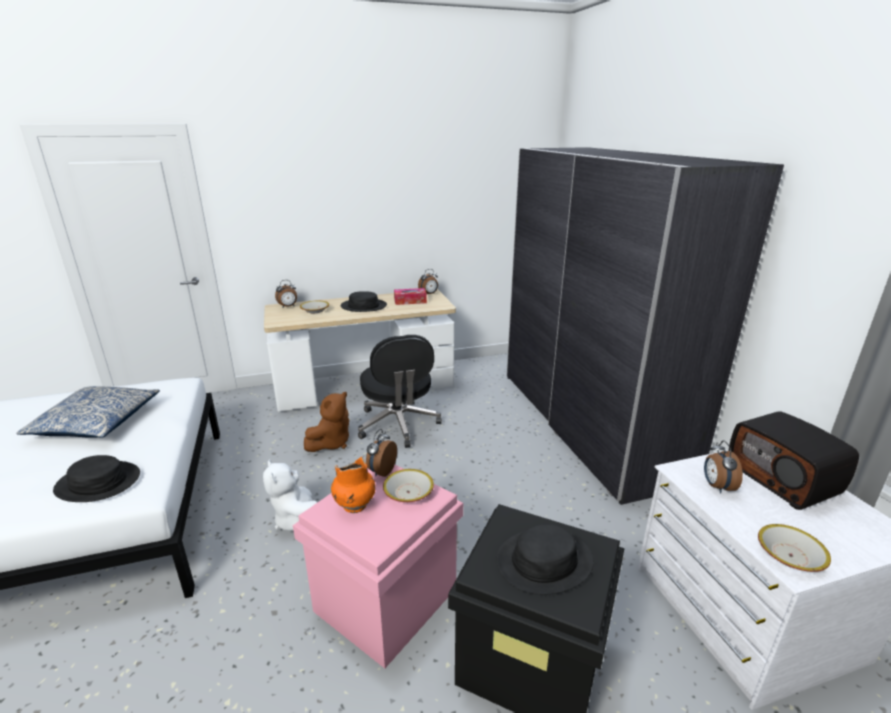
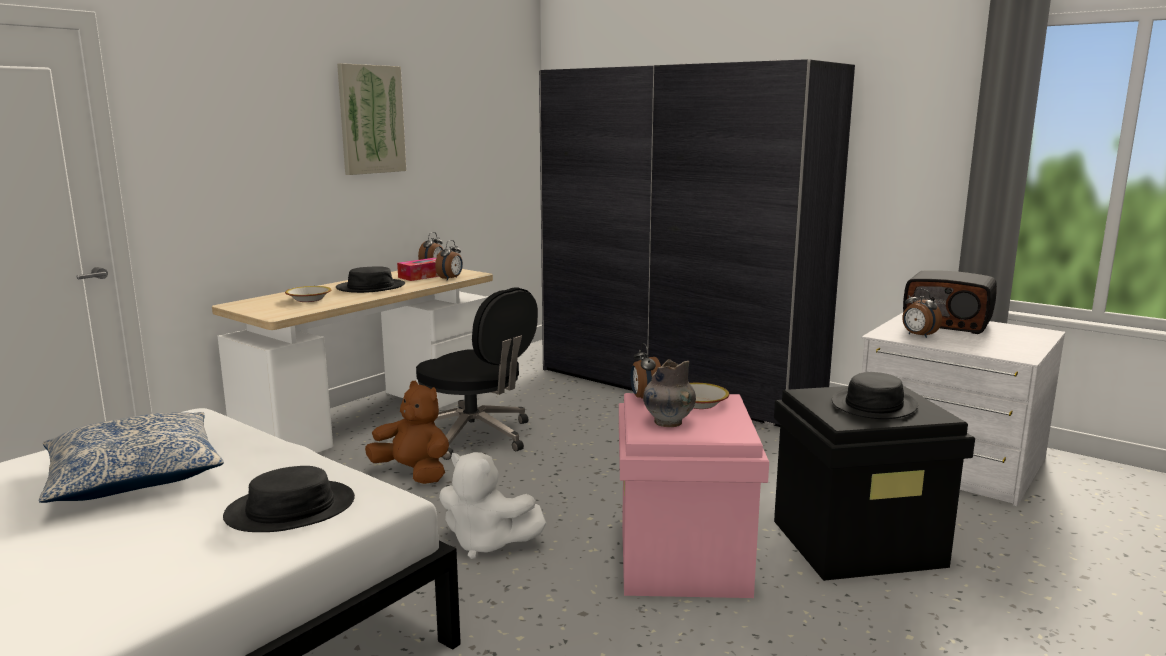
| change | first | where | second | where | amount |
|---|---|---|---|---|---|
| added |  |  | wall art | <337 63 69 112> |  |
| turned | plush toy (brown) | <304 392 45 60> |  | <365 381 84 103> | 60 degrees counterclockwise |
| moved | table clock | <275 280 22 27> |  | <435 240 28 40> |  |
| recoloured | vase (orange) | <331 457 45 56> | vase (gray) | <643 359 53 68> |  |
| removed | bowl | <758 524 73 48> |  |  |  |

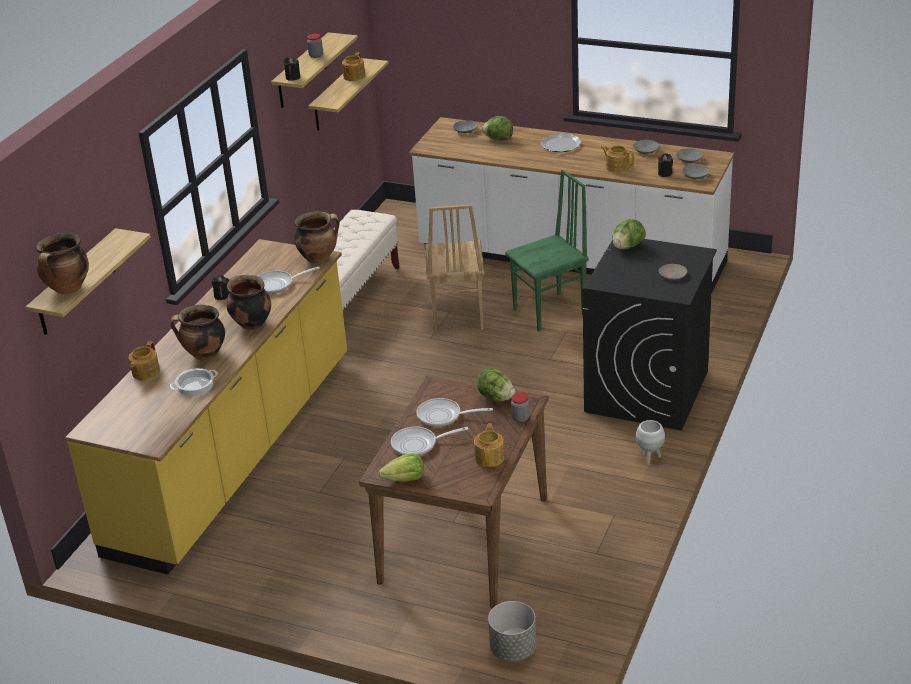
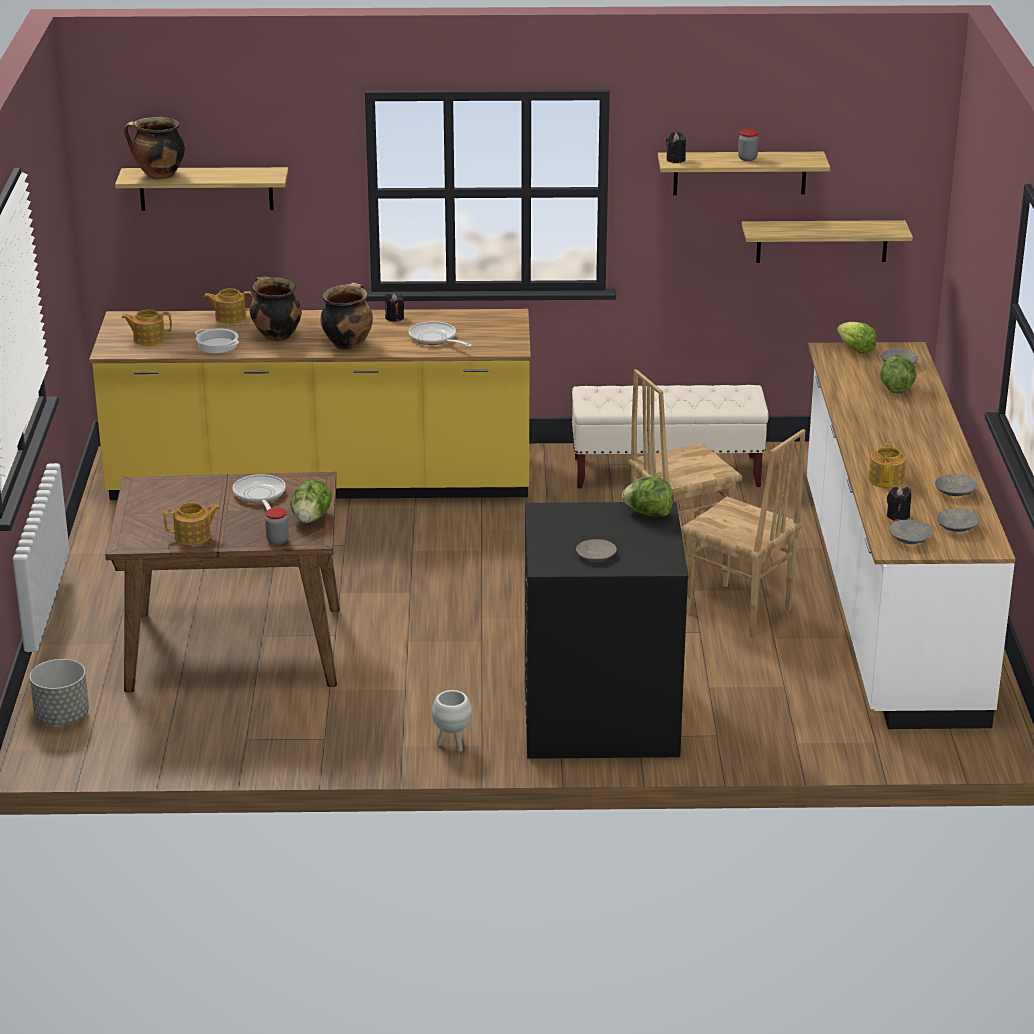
| change | first | where | second | where | amount |
|---|---|---|---|---|---|
| moved | tea pot | <342 52 23 29> |  | <122 309 50 37> |  |
| recoloured | plain chair (green) | <505 170 84 161> | plain chair (brown) | <681 429 125 209> |  |
| moved | lettuce | <378 453 46 29> |  | <837 322 39 32> |  |
| removed | saucepot | <294 211 46 53> |  |  |  |
| removed | skillet | <391 427 77 29> |  |  |  |
| removed | dinner plate | <541 133 41 19> |  |  |  |

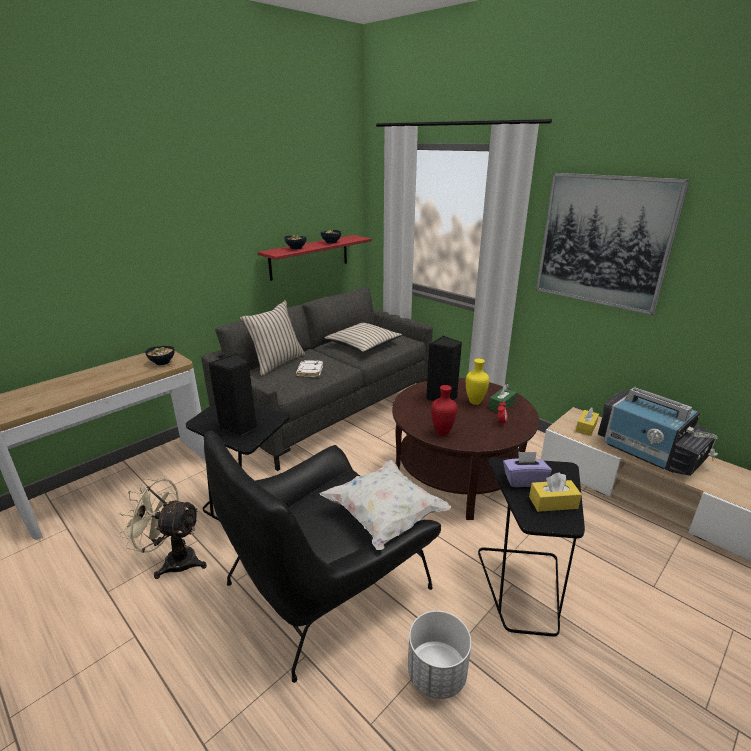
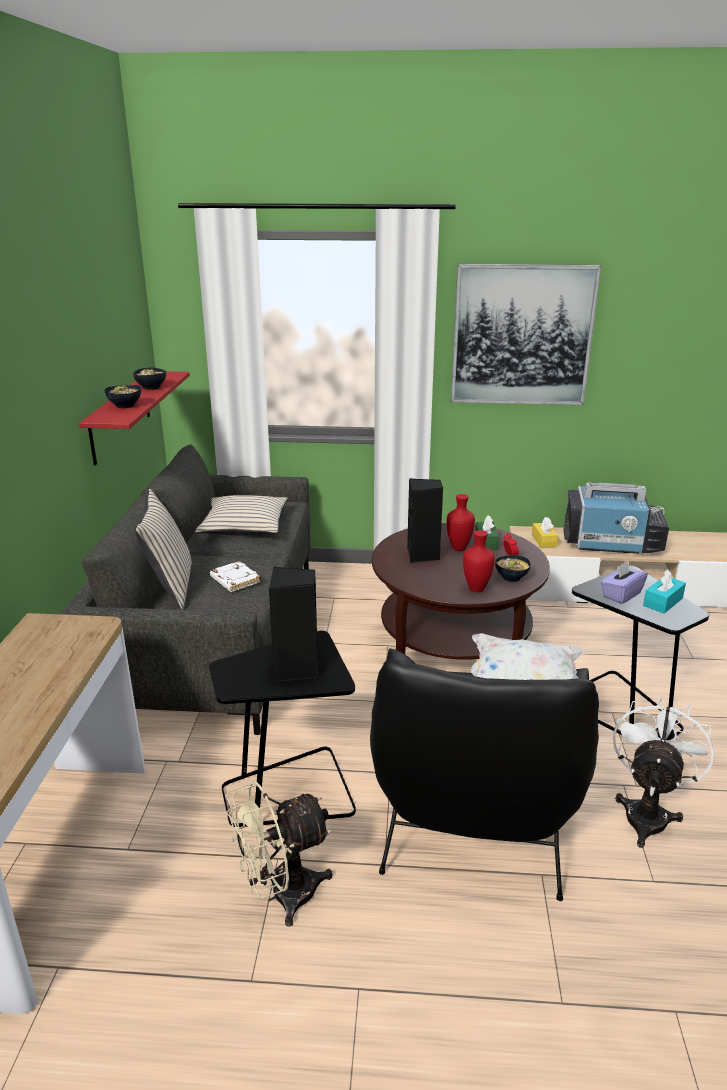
| change | first | where | second | where | amount |
|---|---|---|---|---|---|
| recoloured | vase (yellowish) | <466 359 23 46> | vase (red-coloured) | <447 494 28 57> |  |
| moved | bowl | <145 346 30 19> |  | <495 555 36 27> |  |
| replaced | flower pot (white) | <408 611 63 88> | cooling fan (white) | <613 695 101 153> |  |
| recoloured | box of tissues (yellowish) | <529 473 53 39> | box of tissues (turquoise-coloured) | <643 569 43 45> |  |

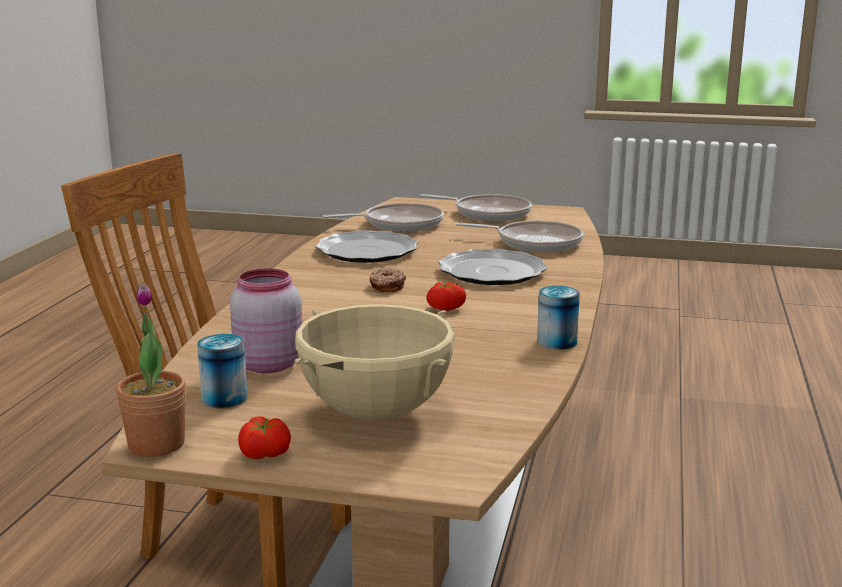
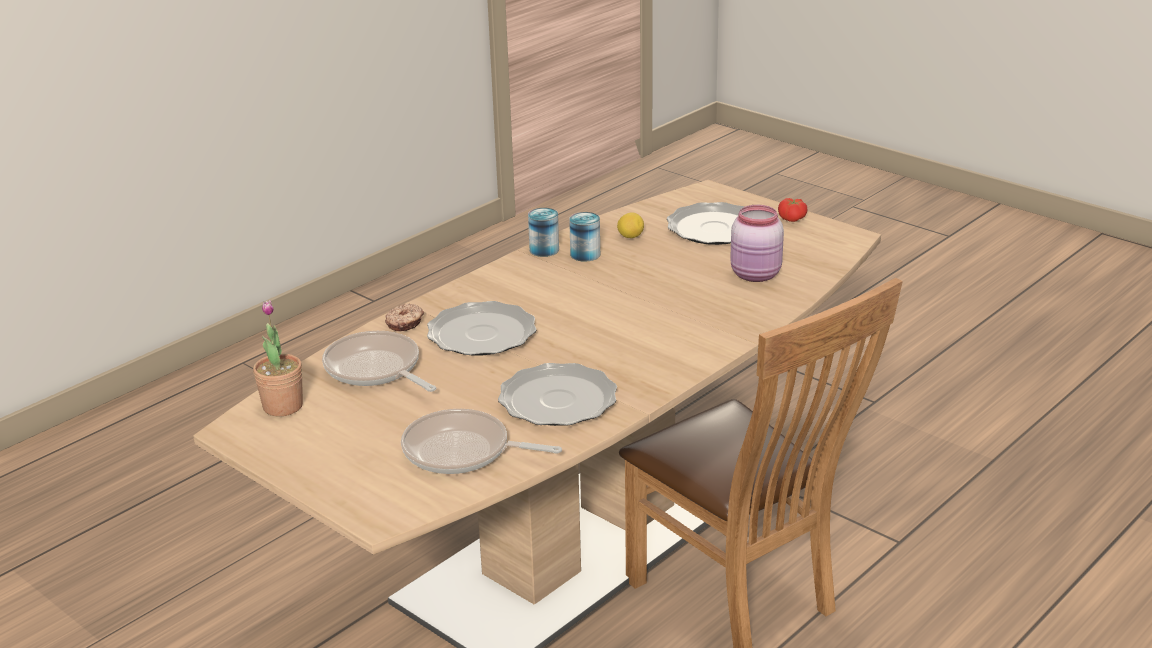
| change | first | where | second | where | amount |
|---|---|---|---|---|---|
| moved | potted plant | <116 285 70 172> |  | <253 300 50 116> |  |
| moved | ring doughnut | <369 268 37 24> |  | <385 304 39 27> |  |
| moved | sealed can | <197 334 51 74> |  | <569 212 31 50> |  |
| added |  |  | citrus fruit | <617 213 27 25> |  |
| replaced | saucepot (beige) | <294 304 161 116> | dinner plate | <667 202 78 43> |  |
| removed | skillet | <420 194 112 27> |  |  |  |
| removed | fresh tomato | <426 282 40 29> |  |  |  |

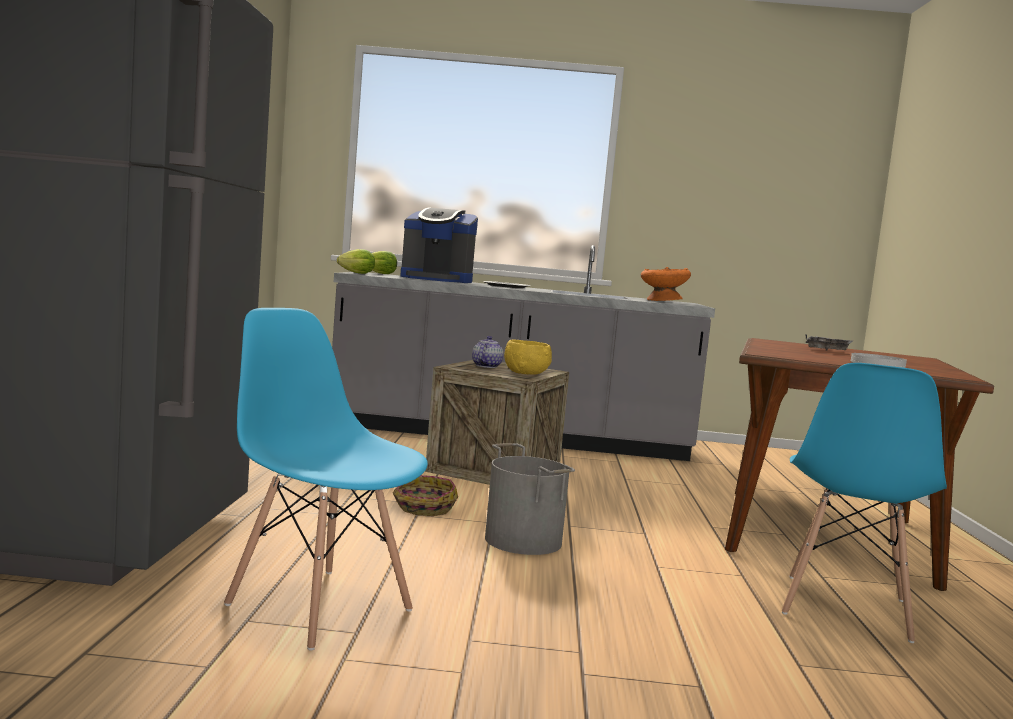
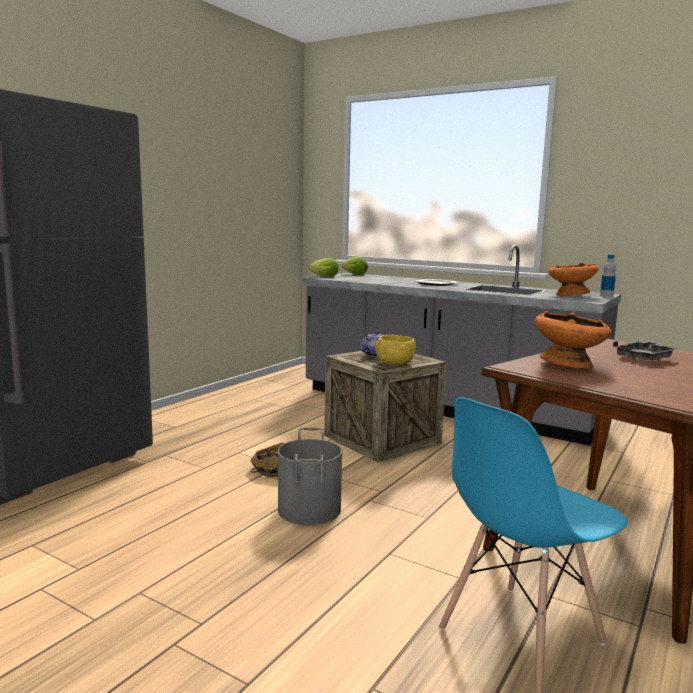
| change | first | where | second | where | amount |
|---|---|---|---|---|---|
| added |  |  | bowl (orange) | <535 311 76 58> |  |
| added |  |  | bottle | <600 255 16 42> |  |
| removed | plain chair (blue) | <224 308 204 343> |  |  |  |
| removed | coffee brewer | <400 208 78 75> |  |  |  |
| removed | dinner plate (white) | <851 353 56 15> |  |  |  |

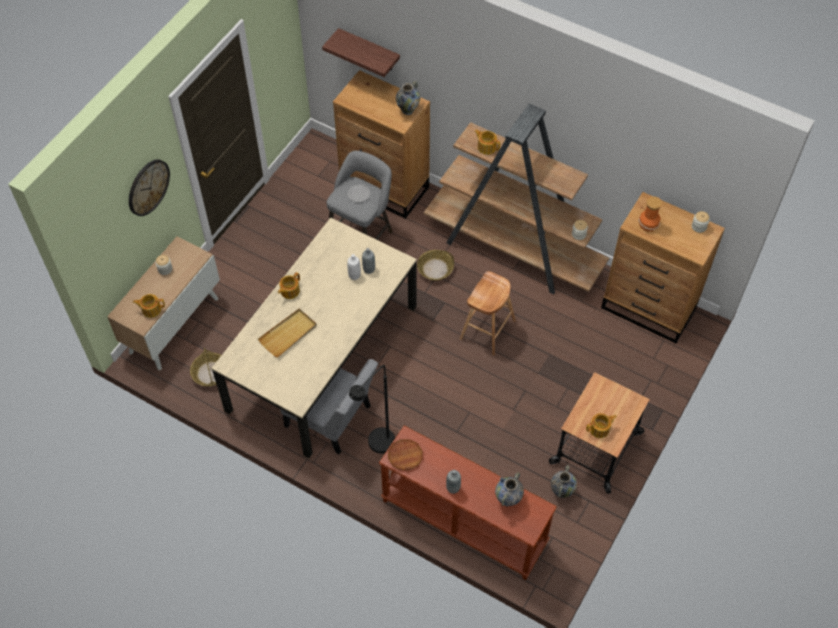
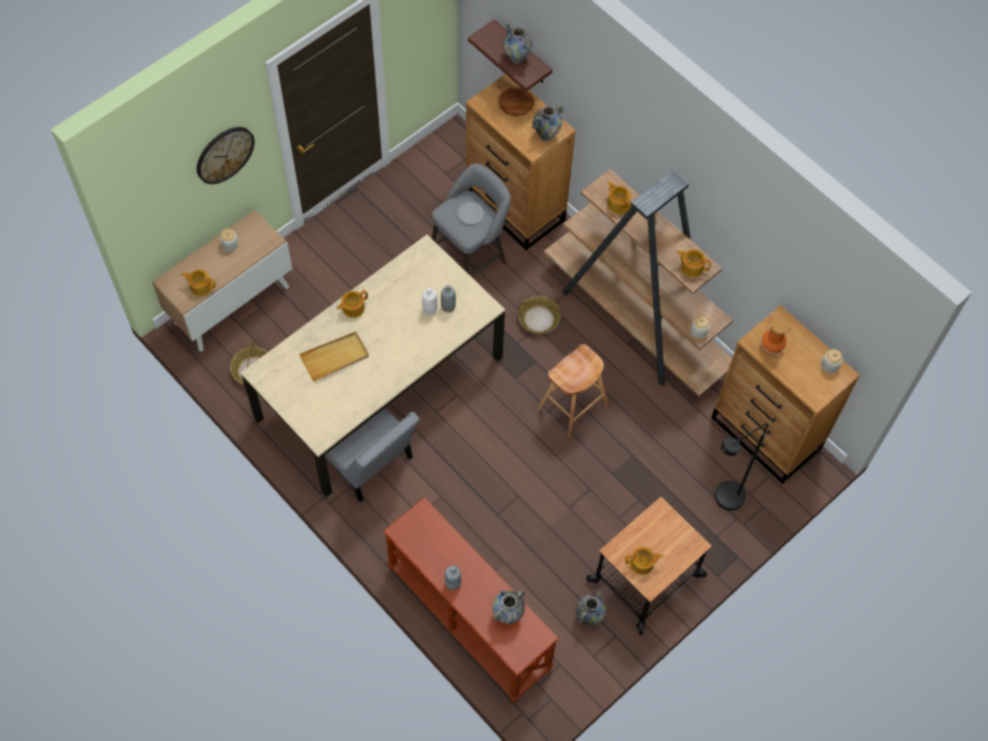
| change | first | where | second | where | amount |
|---|---|---|---|---|---|
| moved | dinner plate (brown) | <388 439 35 31> |  | <498 87 36 30> |  |
| added |  |  | vase | <503 23 29 41> |  |
| added |  |  | tea pot | <676 249 35 29> |  |
| moved | standing lamp (black-coloured) | <349 365 46 89> |  | <715 423 53 88> |  |

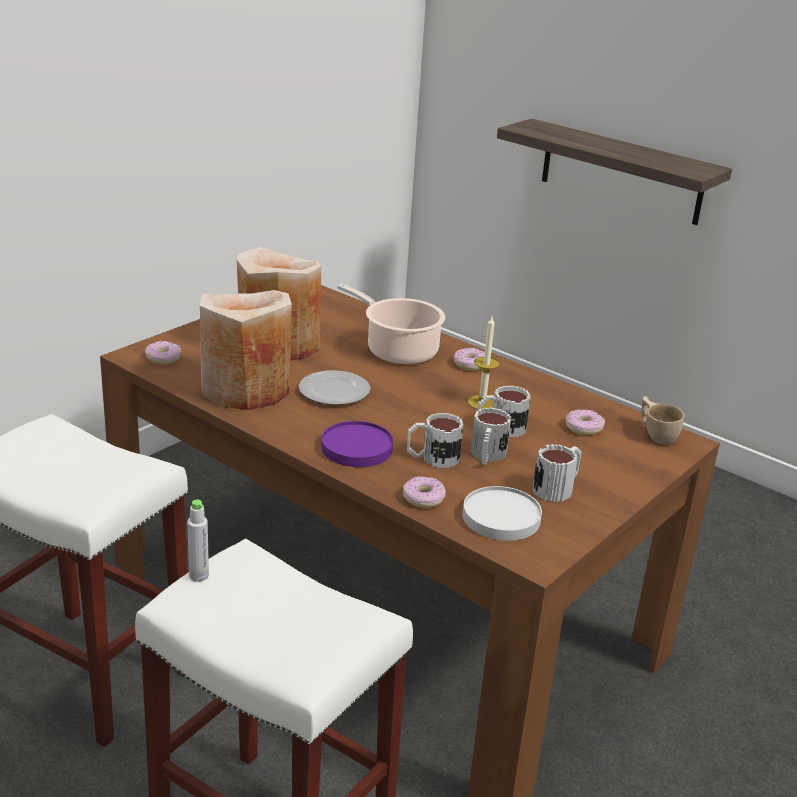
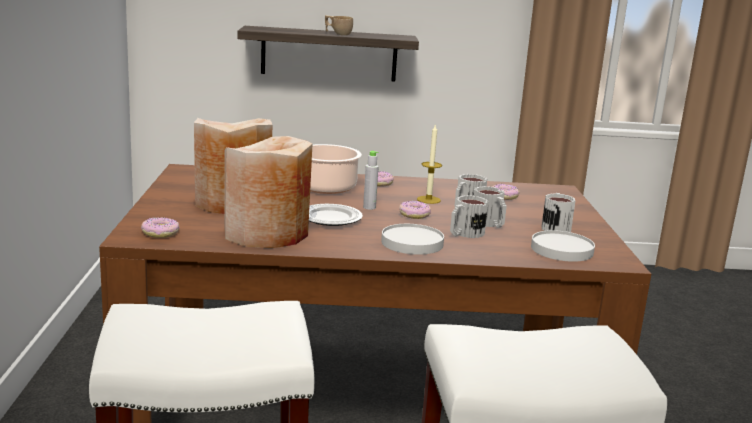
| change | first | where | second | where | amount |
|---|---|---|---|---|---|
| moved | drinking cup (beige) | <642 396 42 49> |  | <325 15 28 20> |  |
| moved | bottle (gray) | <187 499 22 83> |  | <363 151 16 59> |  |
| recoloured | dinner plate (purple-coloured) | <321 421 72 46> | dinner plate (white) | <381 224 63 31> |  |
| moved | ring doughnut | <403 476 43 32> |  | <399 201 32 18> |  |

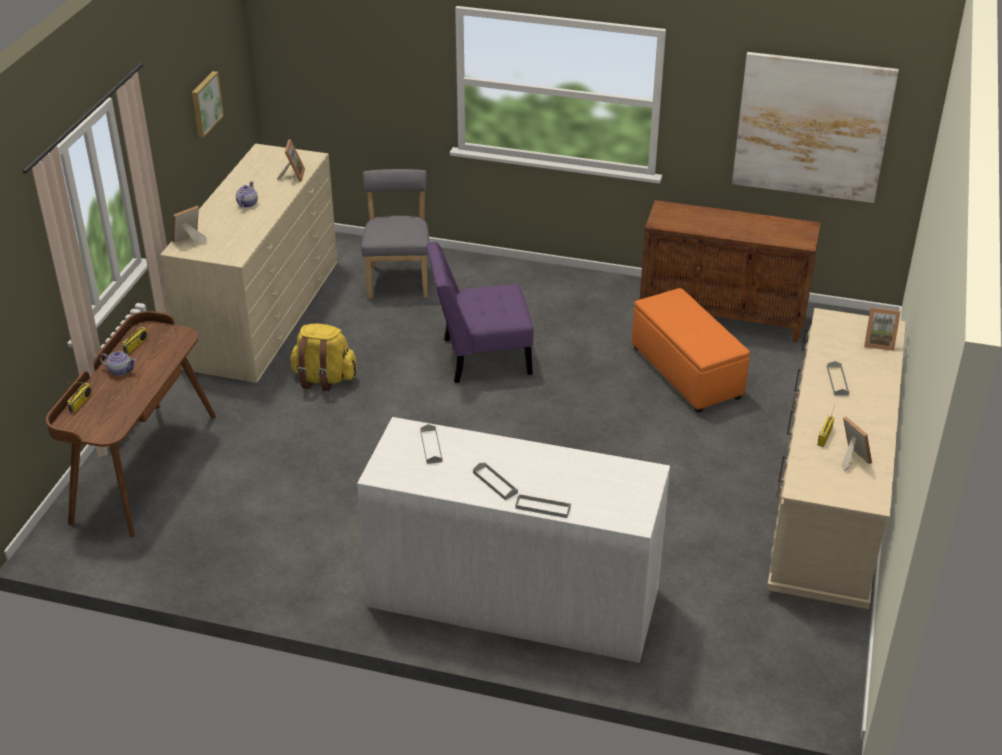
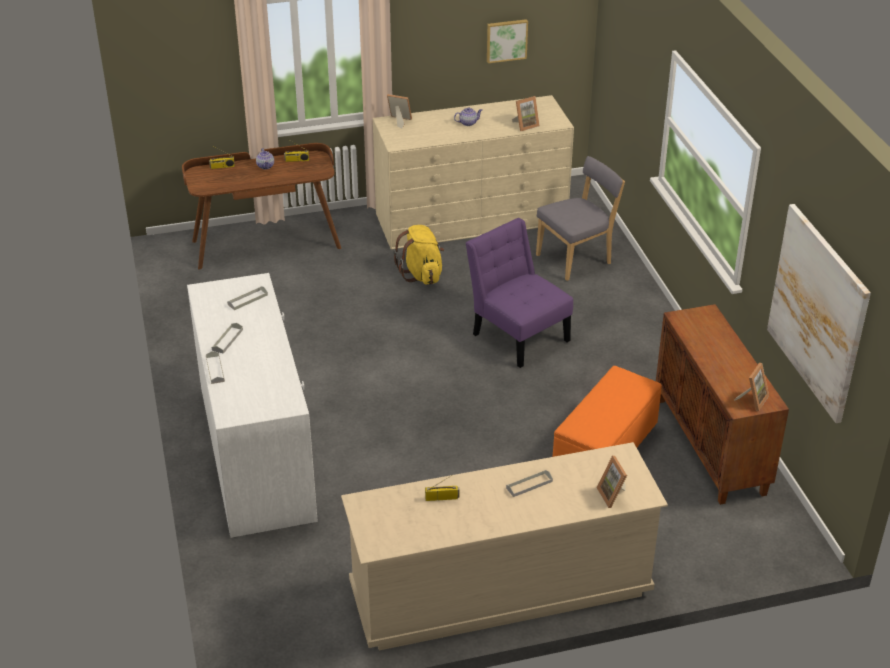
| change | first | where | second | where | amount |
|---|---|---|---|---|---|
| moved | picture frame | <842 416 30 55> |  | <735 363 34 48> |  |

